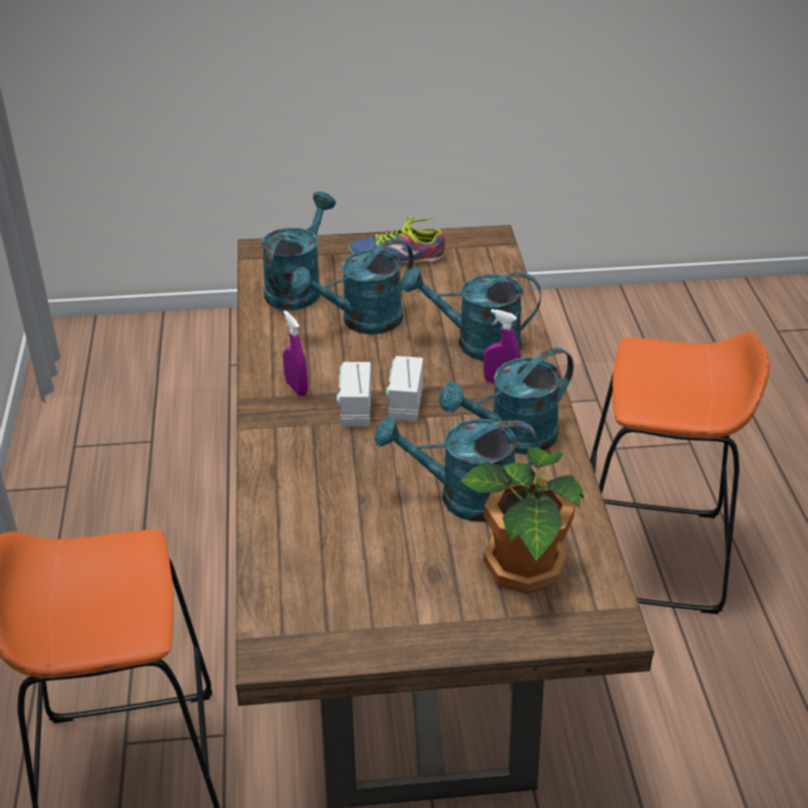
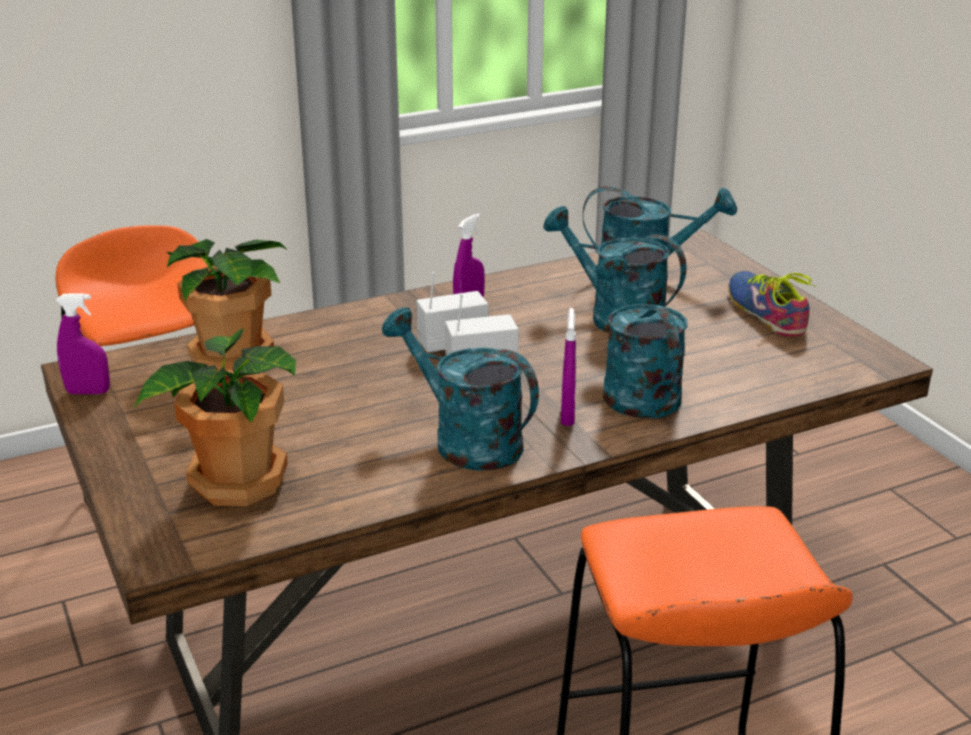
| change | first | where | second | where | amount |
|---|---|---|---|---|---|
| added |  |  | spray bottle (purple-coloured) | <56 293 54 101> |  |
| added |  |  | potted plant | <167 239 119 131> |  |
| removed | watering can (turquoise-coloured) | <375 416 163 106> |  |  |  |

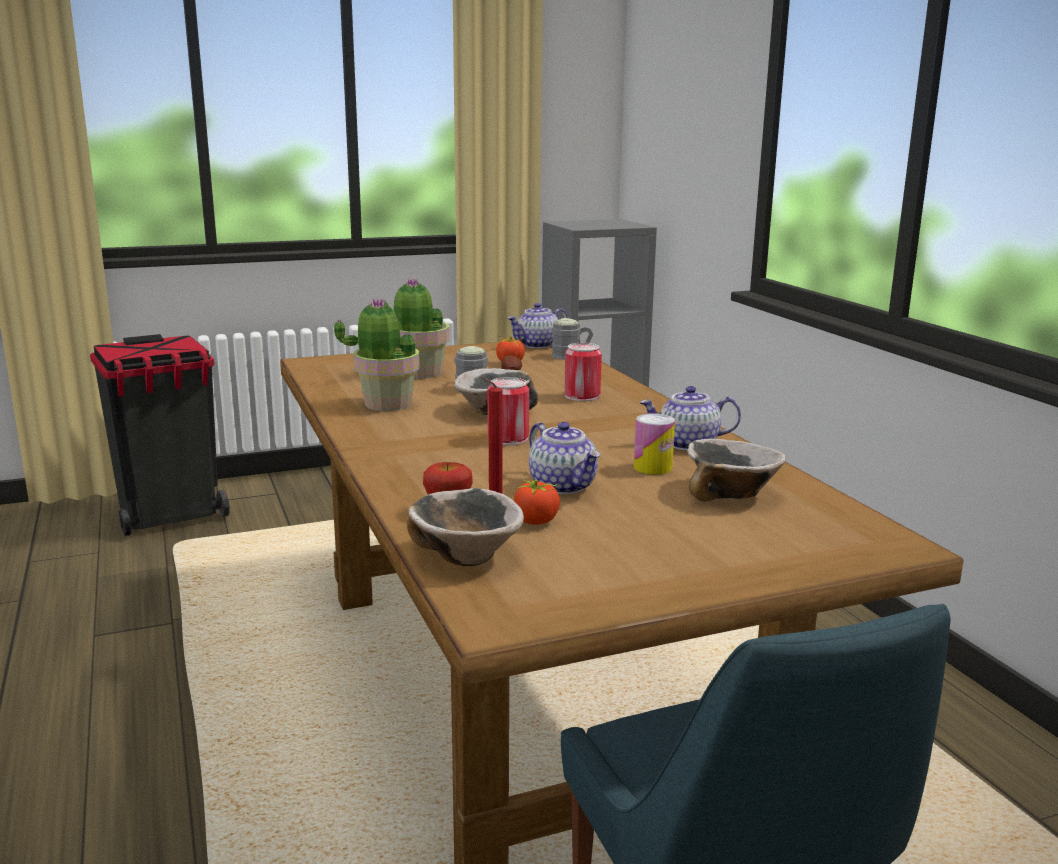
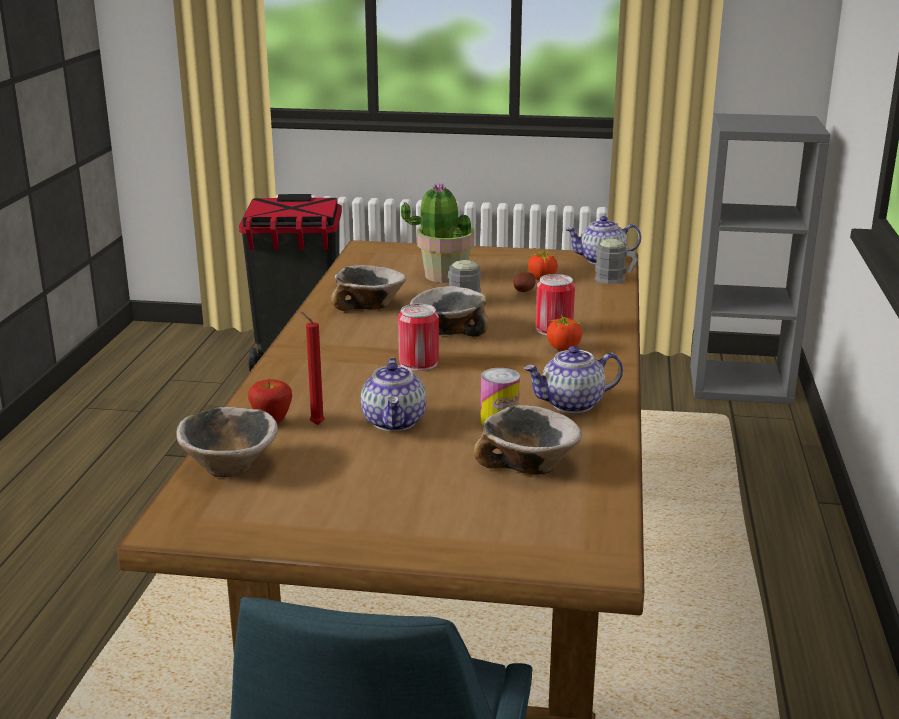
| change | first | where | second | where | amount |
|---|---|---|---|---|---|
| replaced | potted plant | <334 298 86 113> | bowl | <331 265 76 46> |  |
| turned | tea pot | <640 386 101 64> |  | <524 346 99 67> | 45 degrees counterclockwise |
| moved | fresh tomato | <513 479 47 46> |  | <547 315 35 35> |  |

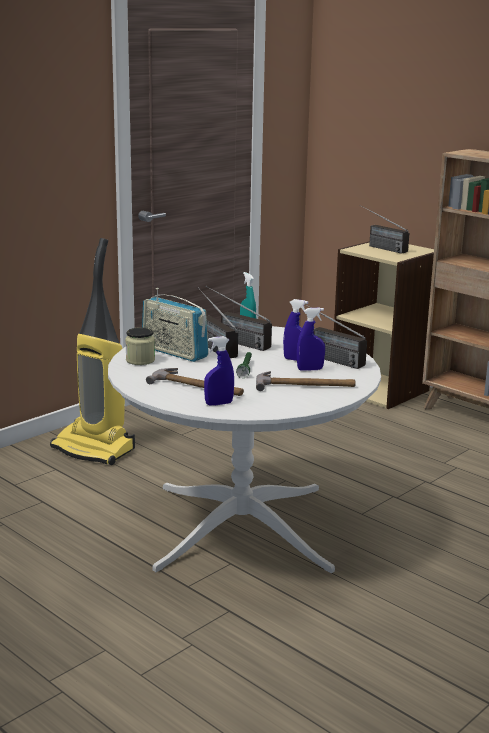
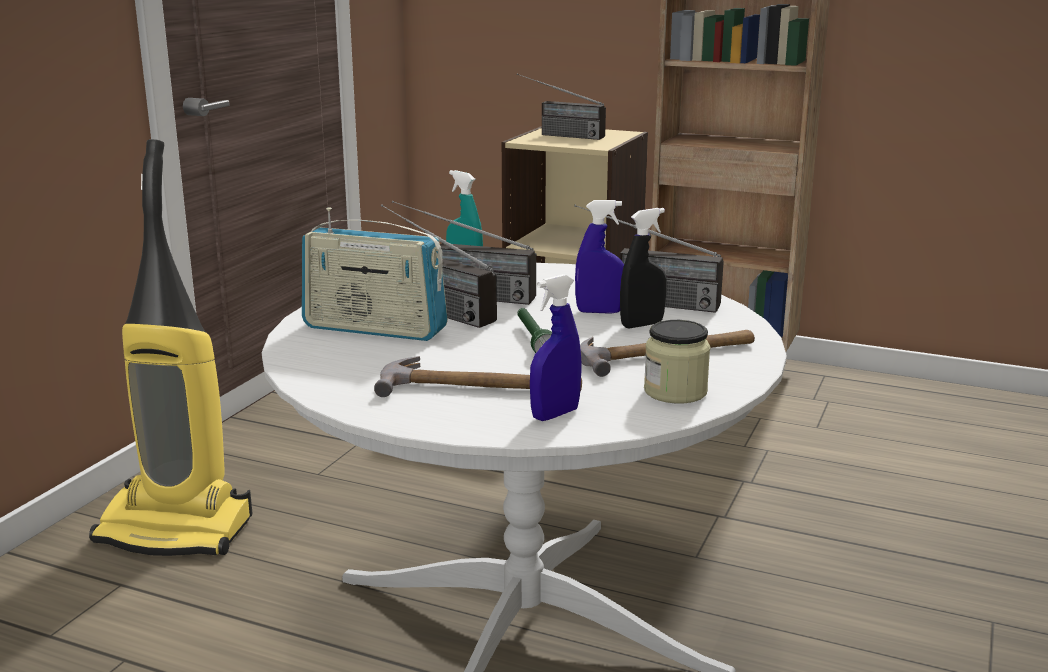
| change | first | where | second | where | amount |
|---|---|---|---|---|---|
| recoloured | spray bottle (blue) | <297 308 28 63> | spray bottle (black-coloured) | <620 208 47 120> |  |
| moved | storage jar | <125 327 30 38> |  | <644 320 67 84> |  |

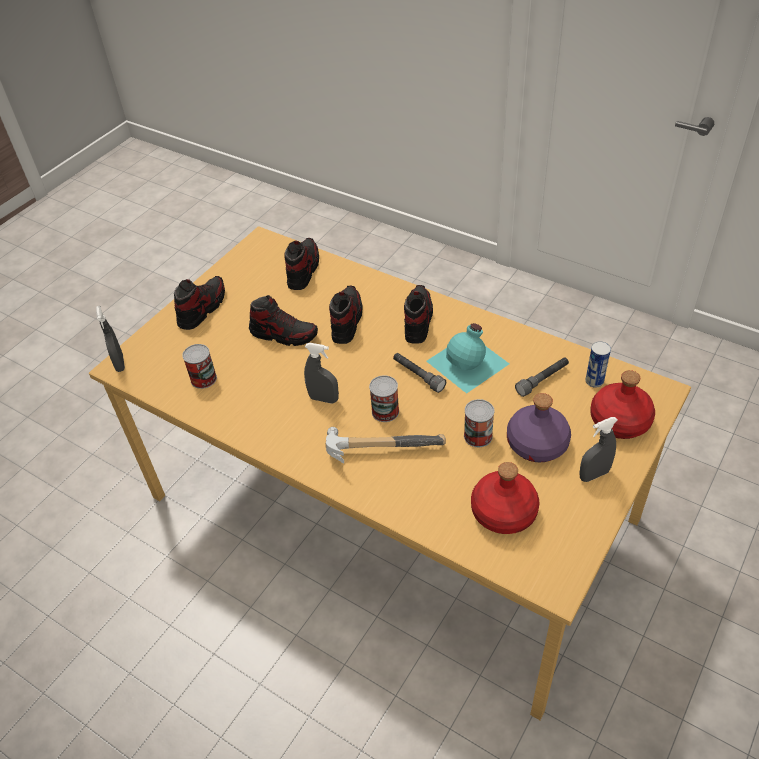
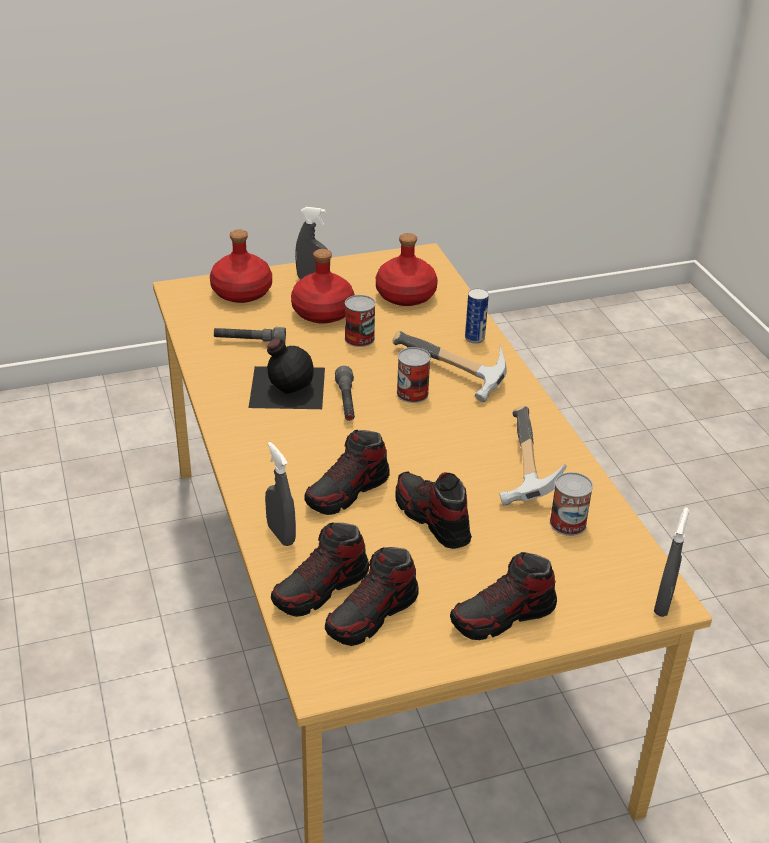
| change | first | where | second | where | amount |
|---|---|---|---|---|---|
| recoloured | bottle (turquoise-coloured) | <426 323 83 71> | bottle (black-coloured) | <249 339 76 70> |  |
| moved | spray bottle (gray) | <304 343 35 60> |  | <265 442 31 104> |  |
| recoloured | bottle (purple-coloured) | <507 393 64 69> | bottle (red-coloured) | <291 249 64 75> |  |
| moved | item of footwear | <404 285 29 59> |  | <325 547 93 99> |  |
| moved | sealed can | <585 341 26 47> |  | <465 288 24 56> |  |
| added |  |  | hand hammer | <500 406 67 100> |  |

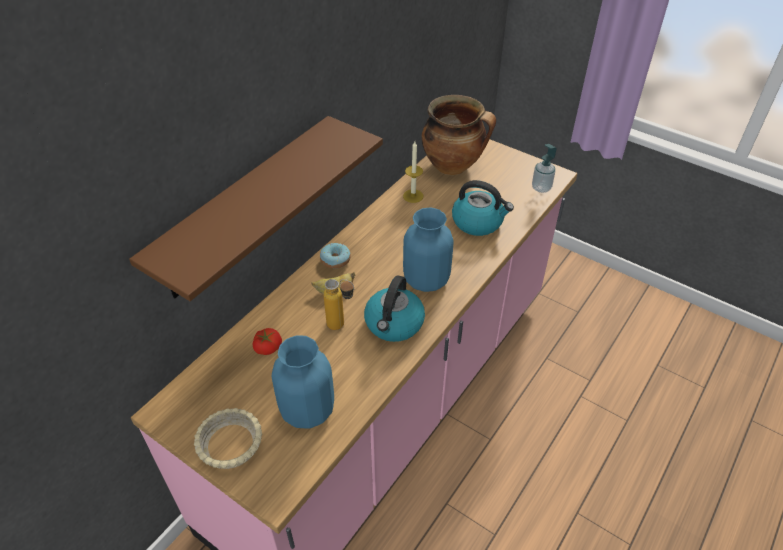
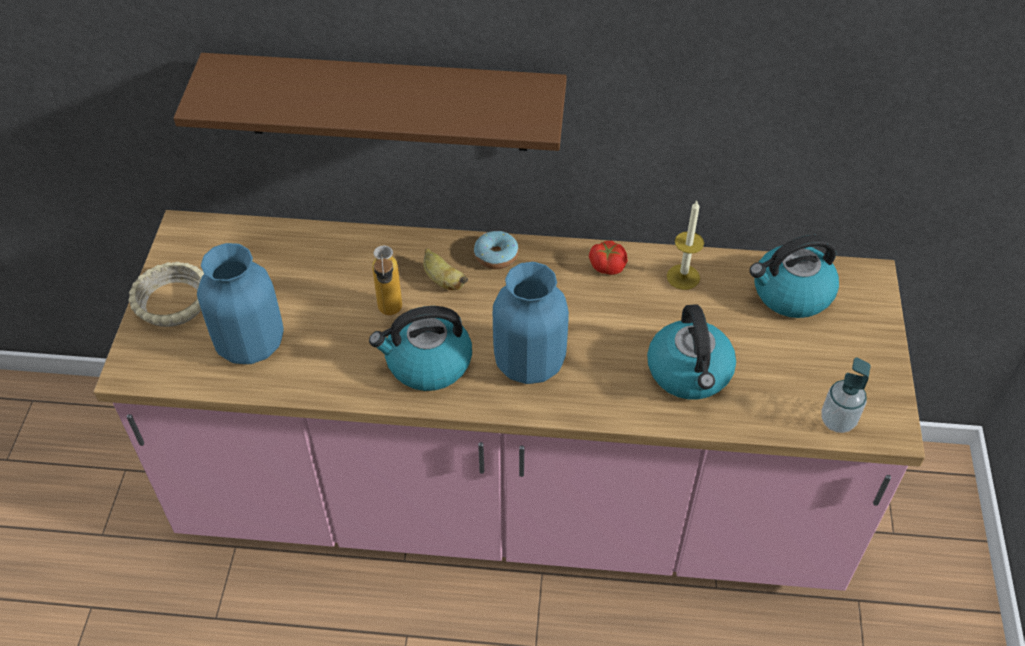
| change | first | where | second | where | amount |
|---|---|---|---|---|---|
| moved | fresh tomato | <252 328 30 27> |  | <589 241 39 34> |  |
| replaced | saucepot | <422 95 74 80> | kettle | <750 235 89 83> |  |

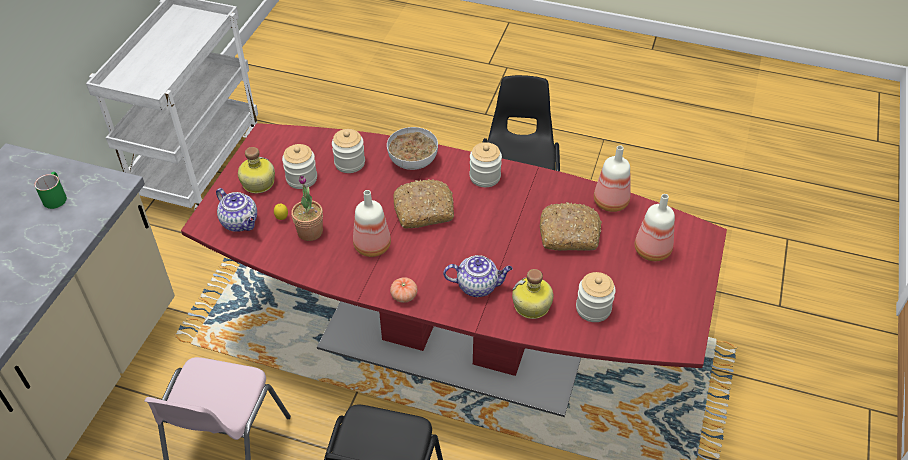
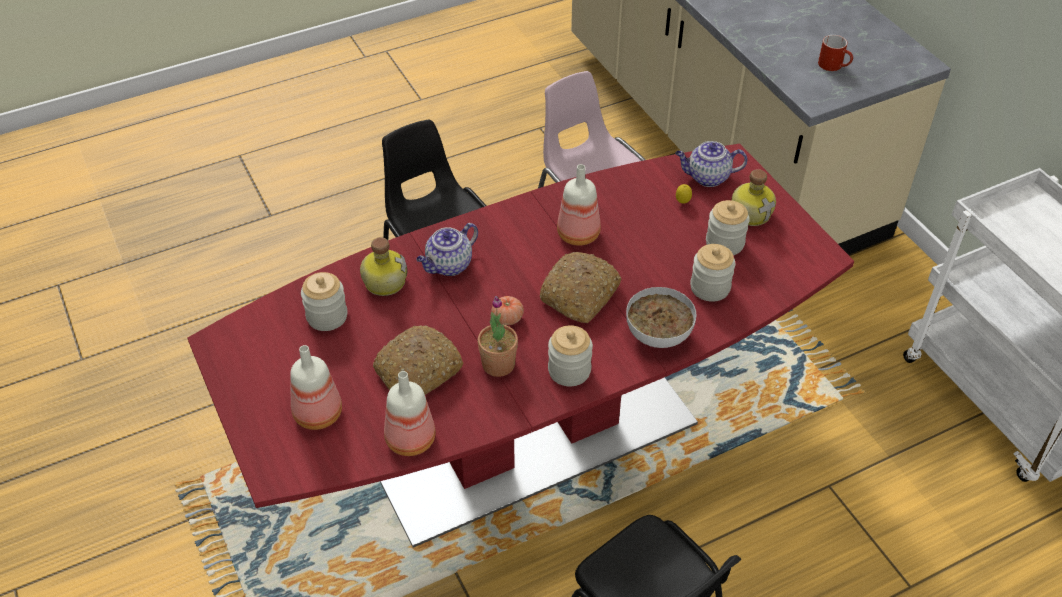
| change | first | where | second | where | amount |
|---|---|---|---|---|---|
| moved | potted plant | <291 175 32 66> |  | <478 296 40 81> |  |
| moved | fresh tomato | <390 277 28 26> |  | <491 296 33 29> |  |
| recoloured | mug (green) | <34 172 33 37> | mug (red-coloured) | <818 35 35 36> |  |

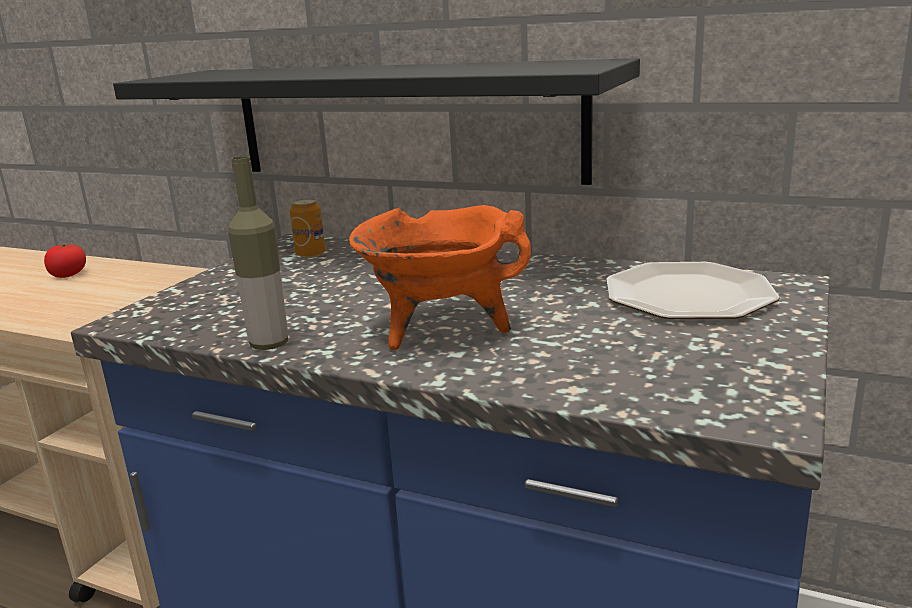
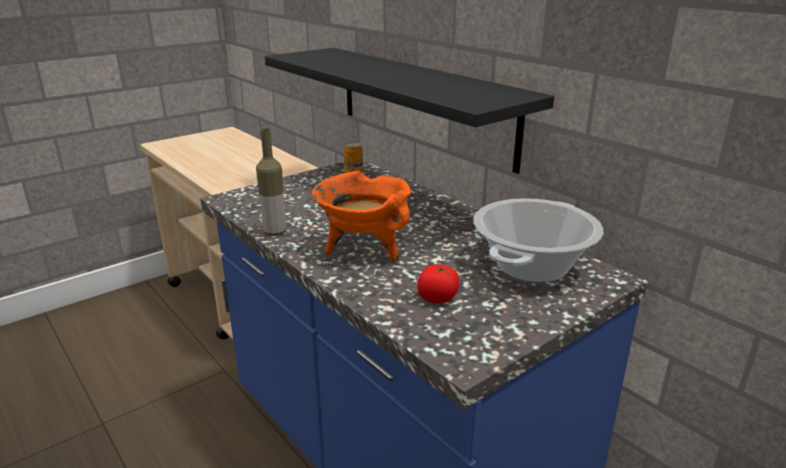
| change | first | where | second | where | amount |
|---|---|---|---|---|---|
| moved | fresh tomato | <44 244 42 34> |  | <417 265 43 38> |  |
| replaced | dinner plate | <606 262 174 57> | saucepot | <474 198 129 84> |  |

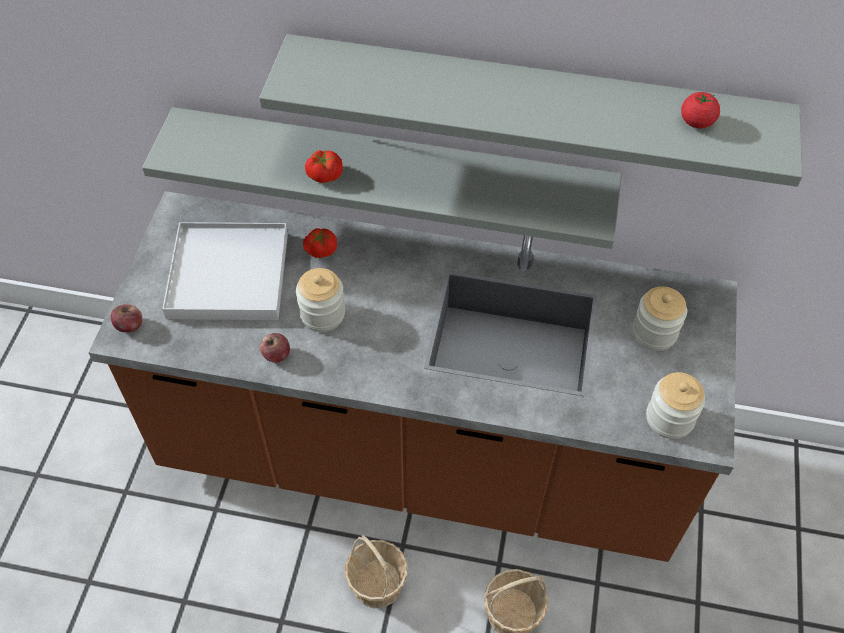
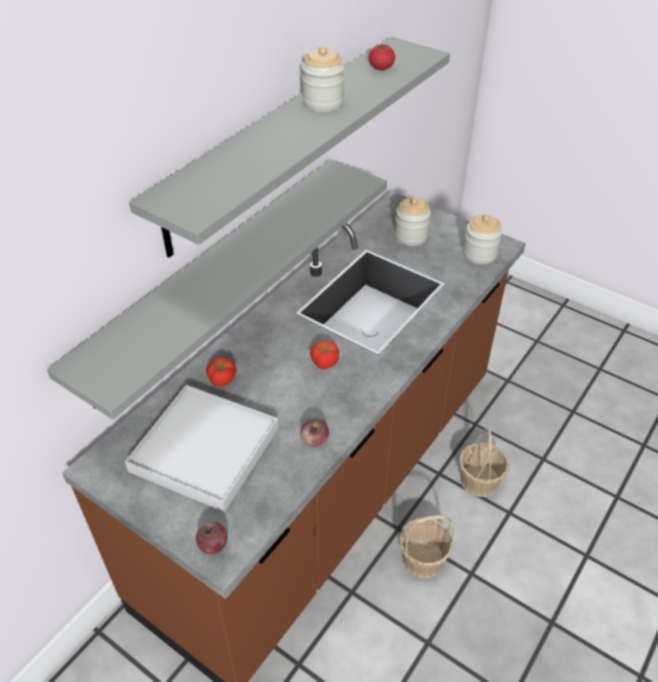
| change | first | where | second | where | amount |
|---|---|---|---|---|---|
| moved | storage jar | <296 268 49 64> |  | <301 46 44 66> |  |
| moved | fresh tomato | <305 150 38 33> |  | <310 340 29 29> |  |

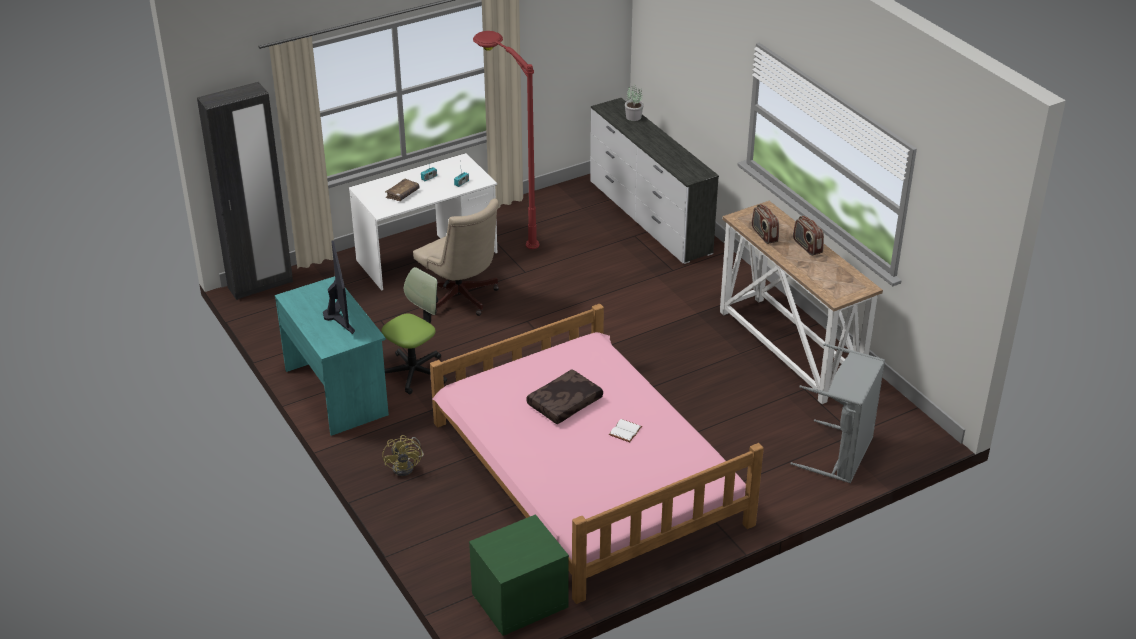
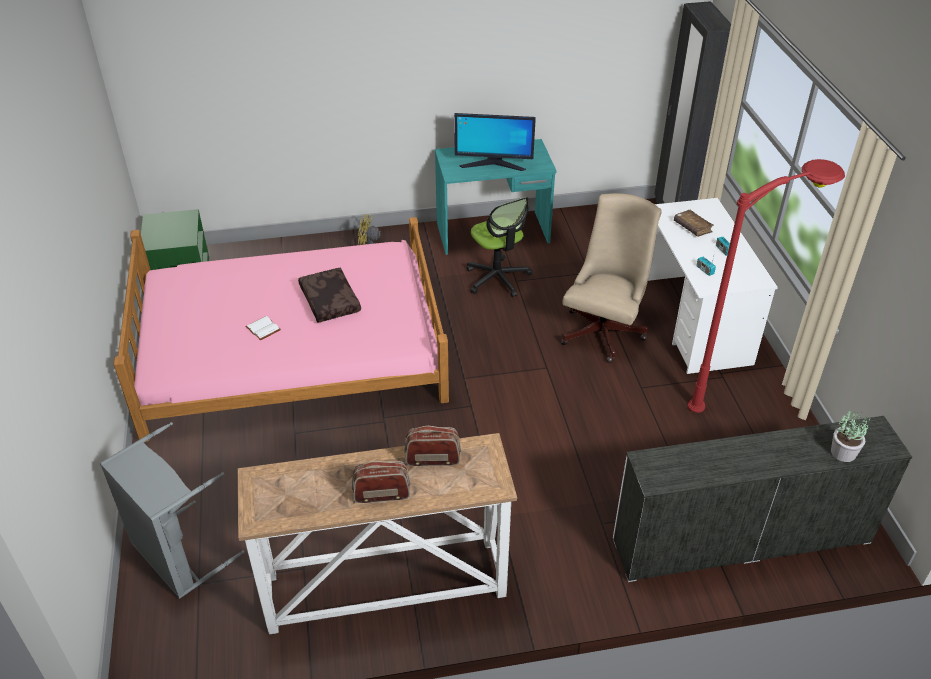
| change | first | where | second | where | amount |
|---|---|---|---|---|---|
| turned | desk chair (beige) | <413 199 86 117> |  | <561 193 101 170> | 135 degrees clockwise |

